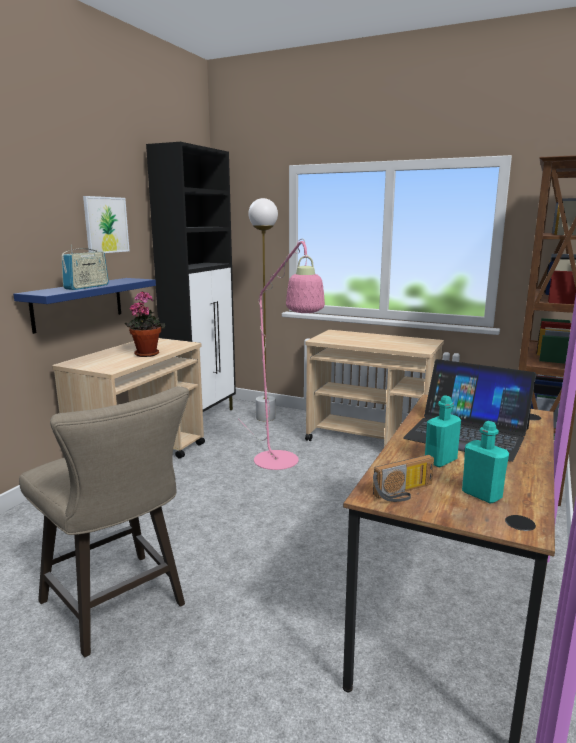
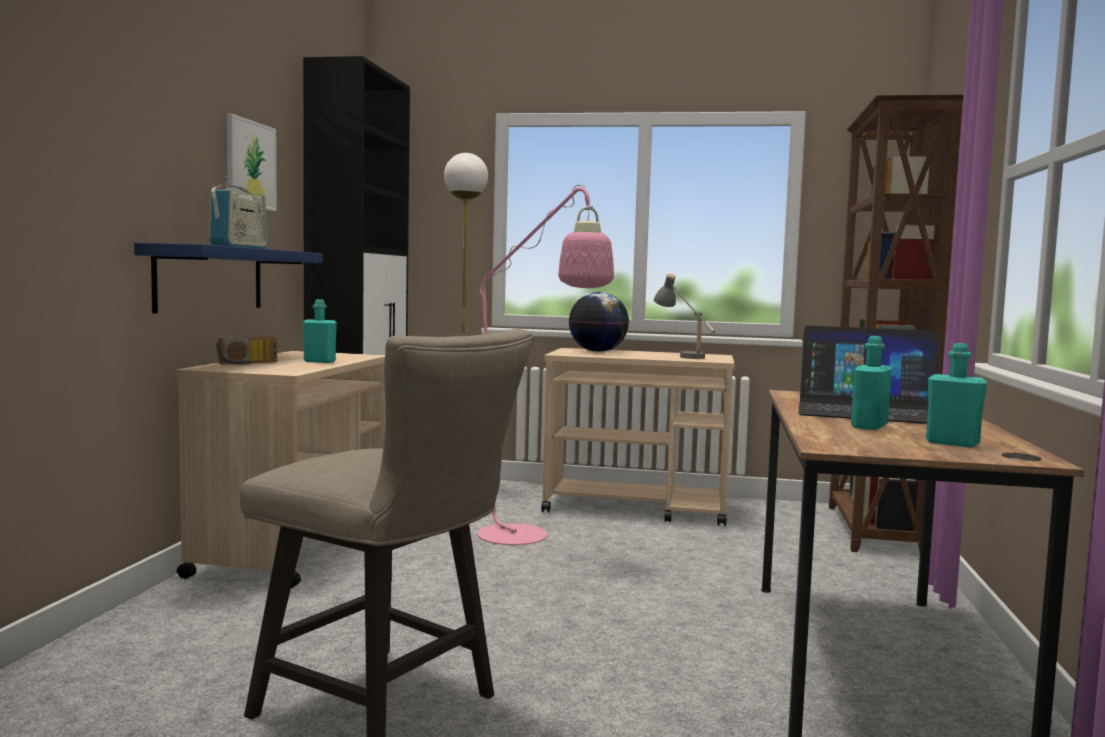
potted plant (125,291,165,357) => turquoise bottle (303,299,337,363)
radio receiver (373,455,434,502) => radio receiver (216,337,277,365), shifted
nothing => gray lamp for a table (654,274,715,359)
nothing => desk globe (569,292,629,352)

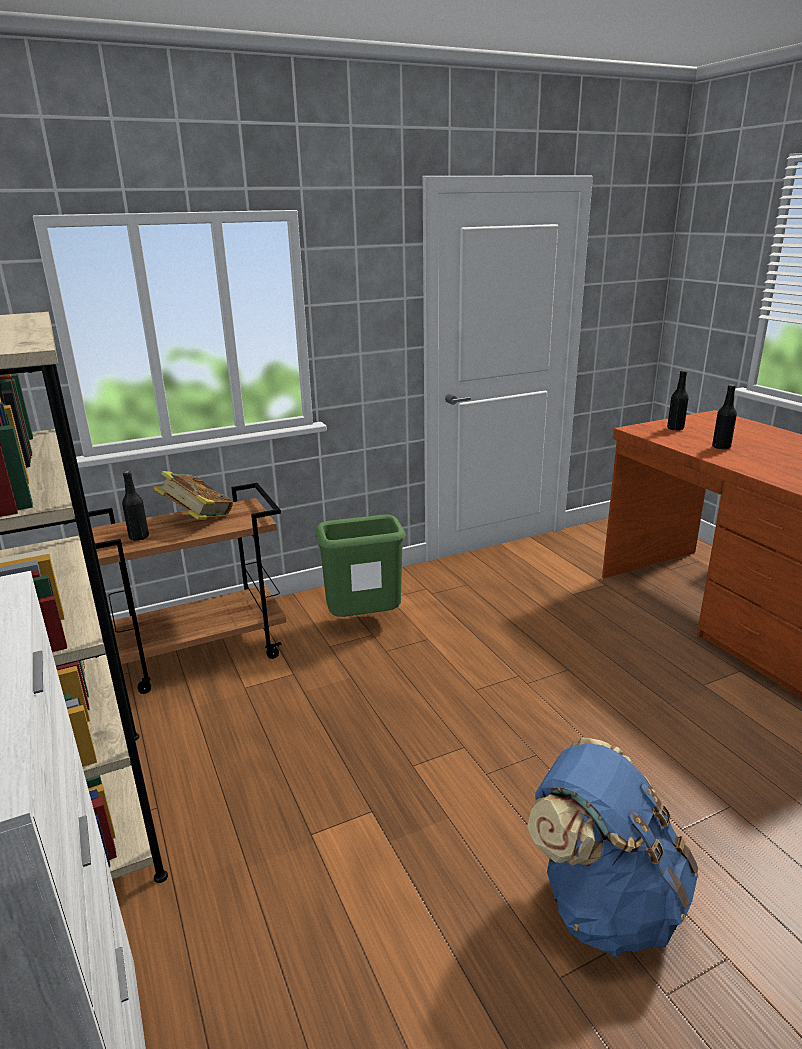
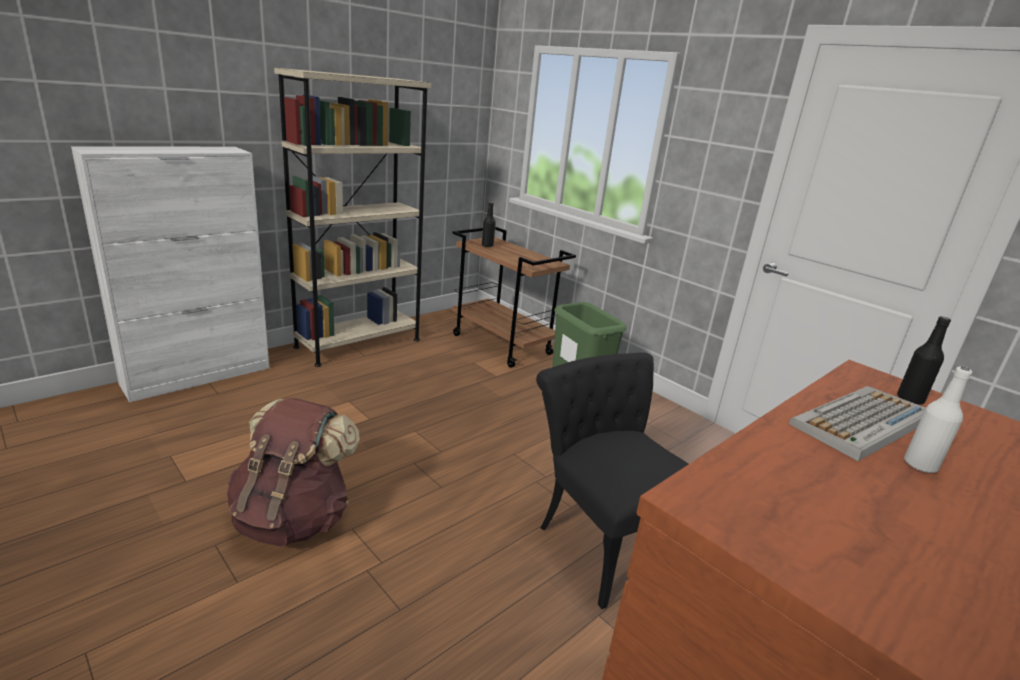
black-coloured bottle (712,384,737,450) => PC keyboard (789,386,926,461)
bound book (153,471,233,520) => nothing
blue-coloured backpack (527,737,698,957) => brownish backpack (227,398,360,547)
nothing => black-coloured upright chair (536,352,688,609)
nothing => white-coloured bottle (904,366,972,473)

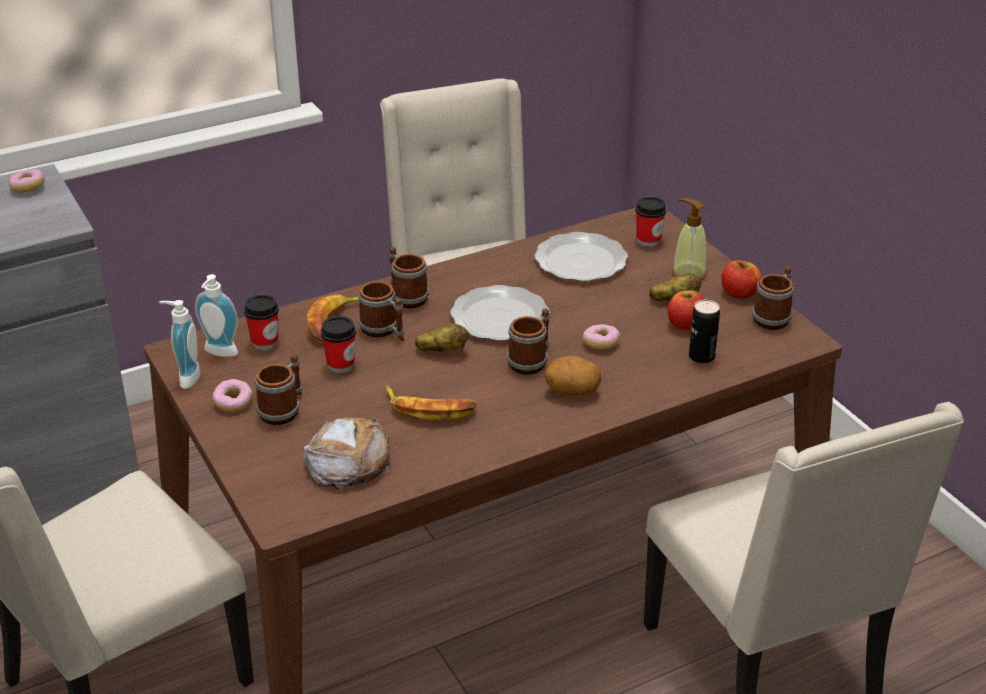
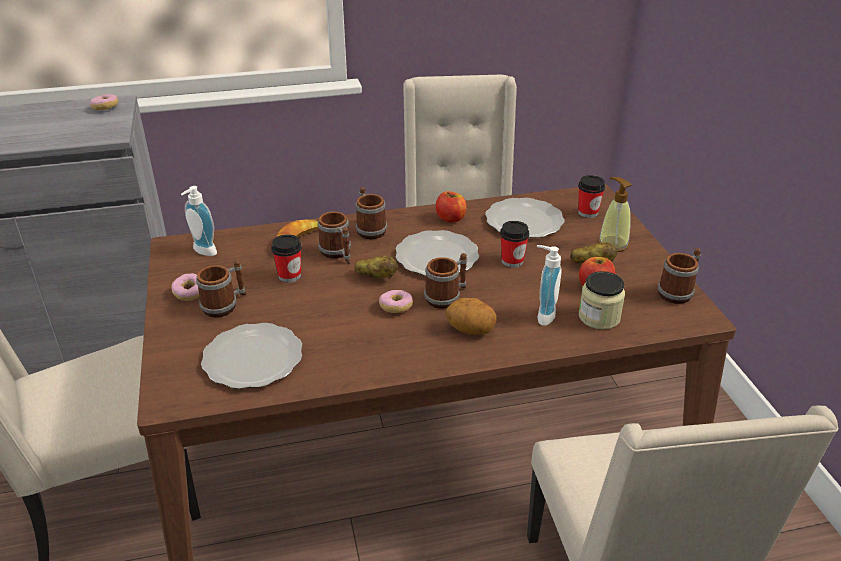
apple fruit (721,260,761,299) => apple fruit (436,191,467,223), shifted
small cup (244,294,279,350) => small cup (500,221,529,268), shifted
soap bottle (159,300,200,389) => soap bottle (537,245,562,326), shifted
can (689,300,720,364) => storage jar (579,271,625,330)
ring doughnut (583,324,620,350) => ring doughnut (379,290,413,313), shifted
banana (386,386,477,420) => nothing
bread (304,417,391,491) => plate (201,323,302,389)

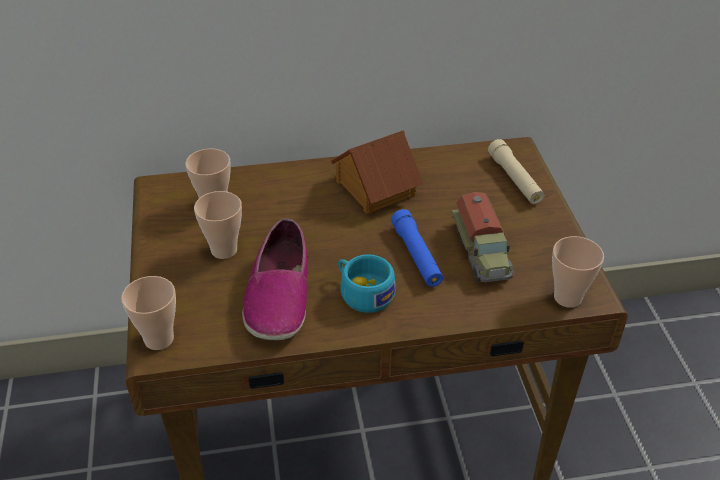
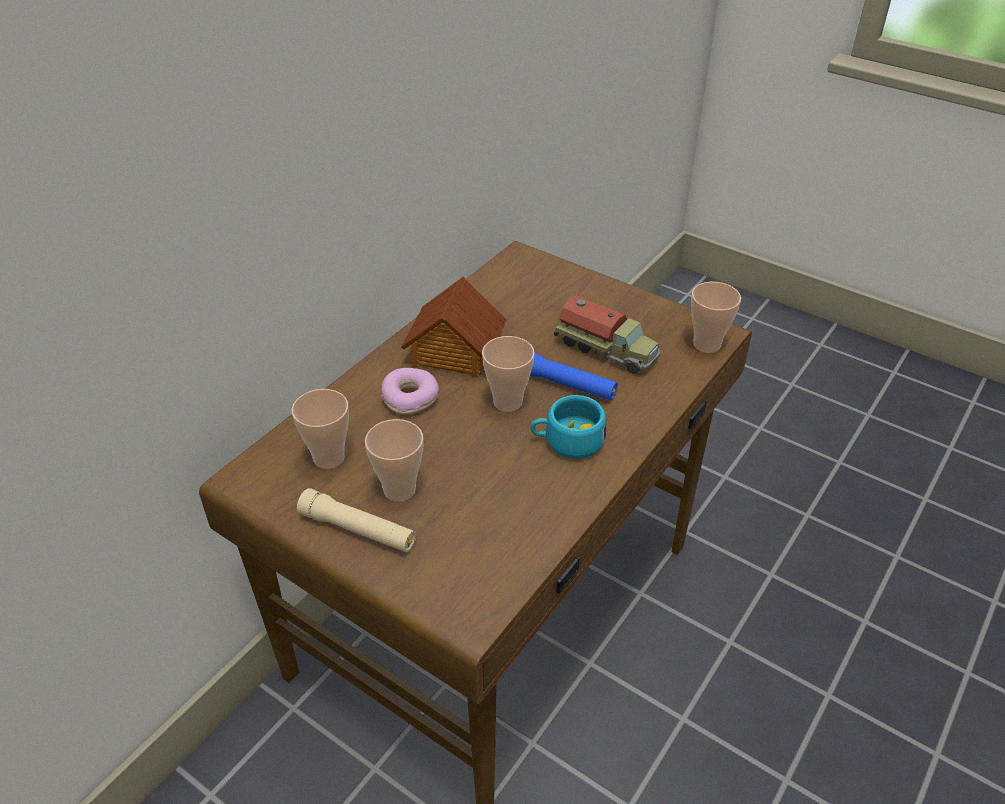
sand-coloured flashlight (488,139,544,204) => sand-coloured flashlight (297,488,416,553), shifted
shoe (242,218,308,340) => nothing
small cup (121,276,176,350) => small cup (482,336,535,412), shifted
nothing => ring doughnut (381,368,439,415)

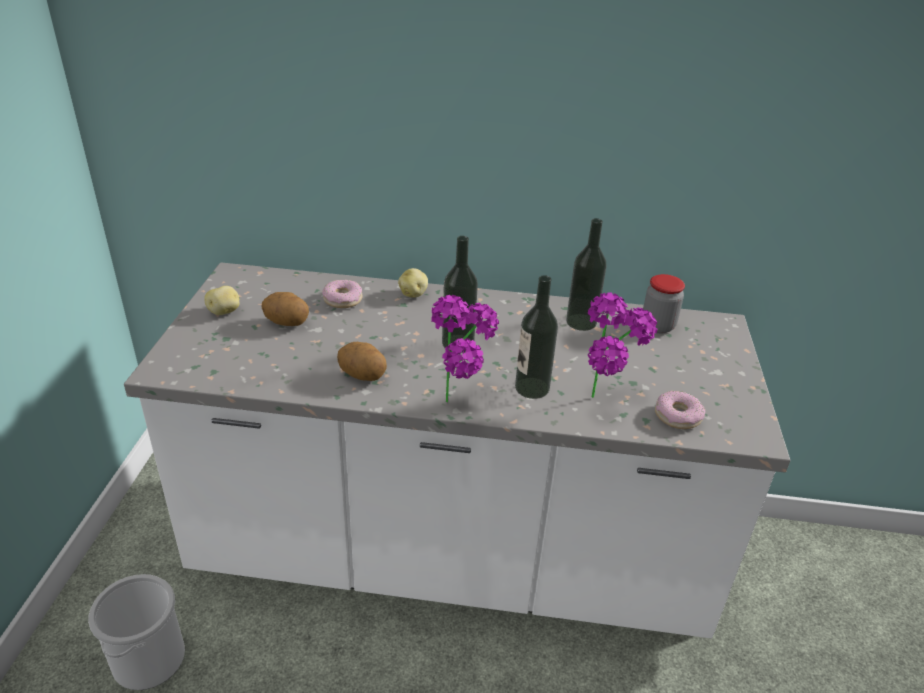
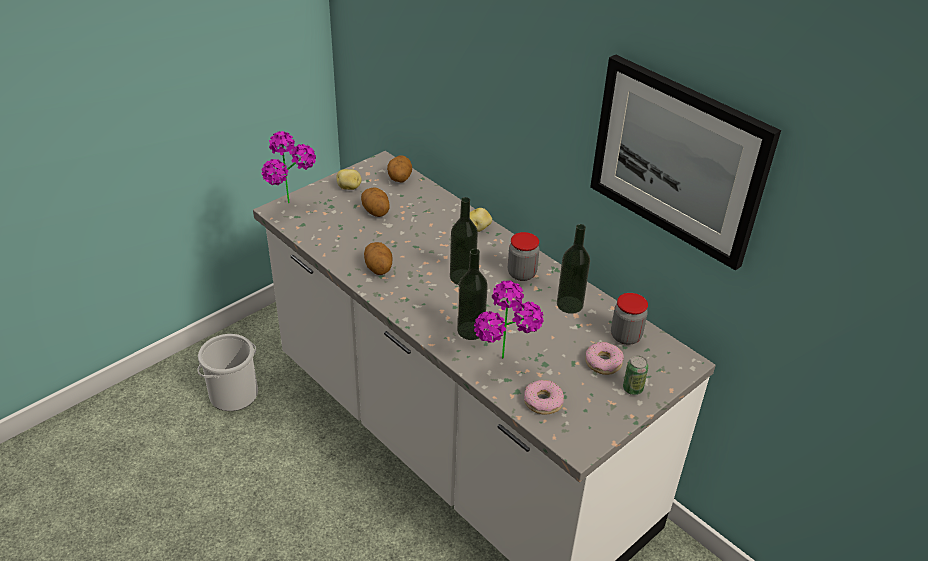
ring doughnut (322,280,363,308) => ring doughnut (585,342,624,375), shifted
potted plant (431,295,499,402) => potted plant (261,131,316,203), shifted
nothing => wall art (590,55,781,271)
nothing => potato (387,155,412,182)
nothing => storage jar (508,232,539,281)
nothing => can (623,355,649,395)

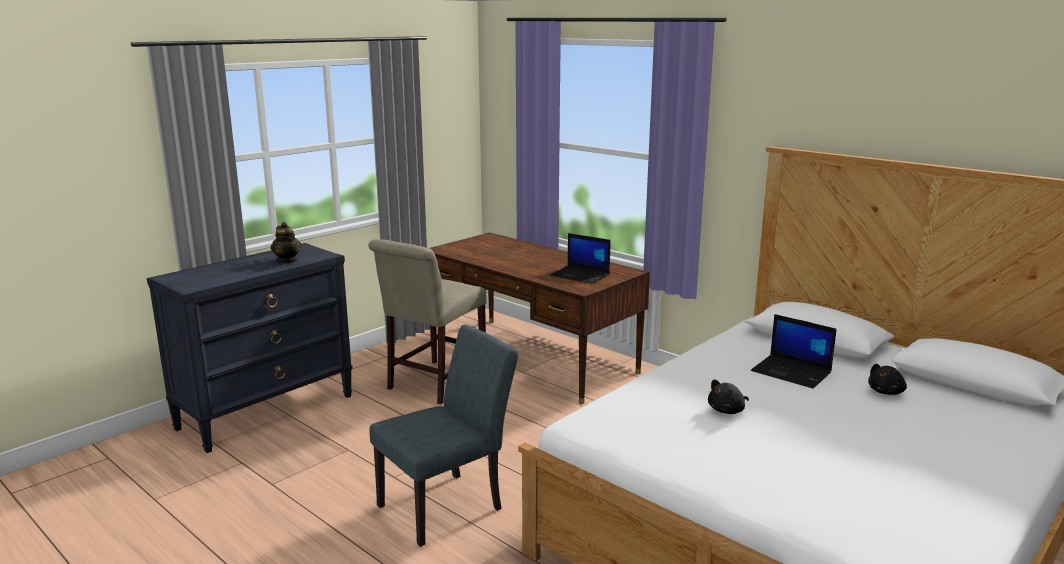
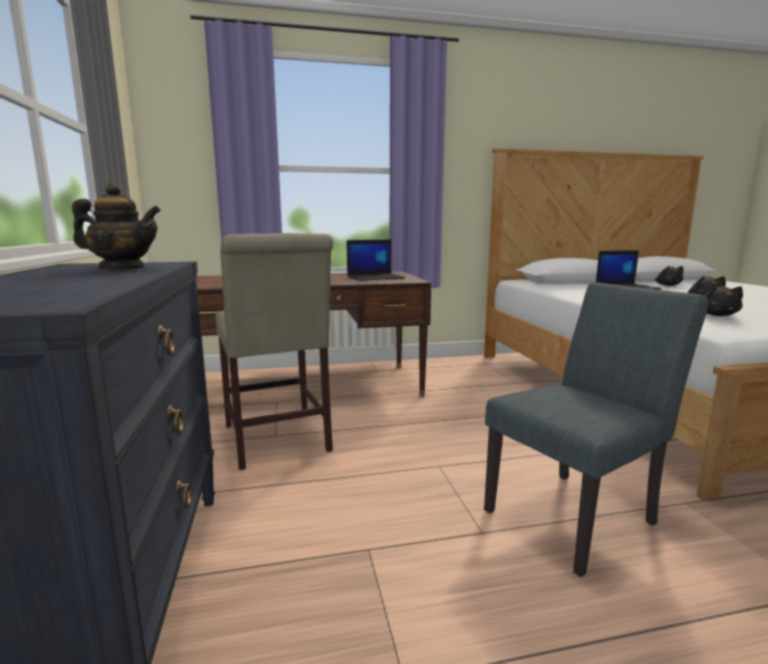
gray upright chair (369,325,518,547) => gray upright chair (484,282,708,577), 60 degrees clockwise
nothing => black-coloured plush toy (705,285,743,316)

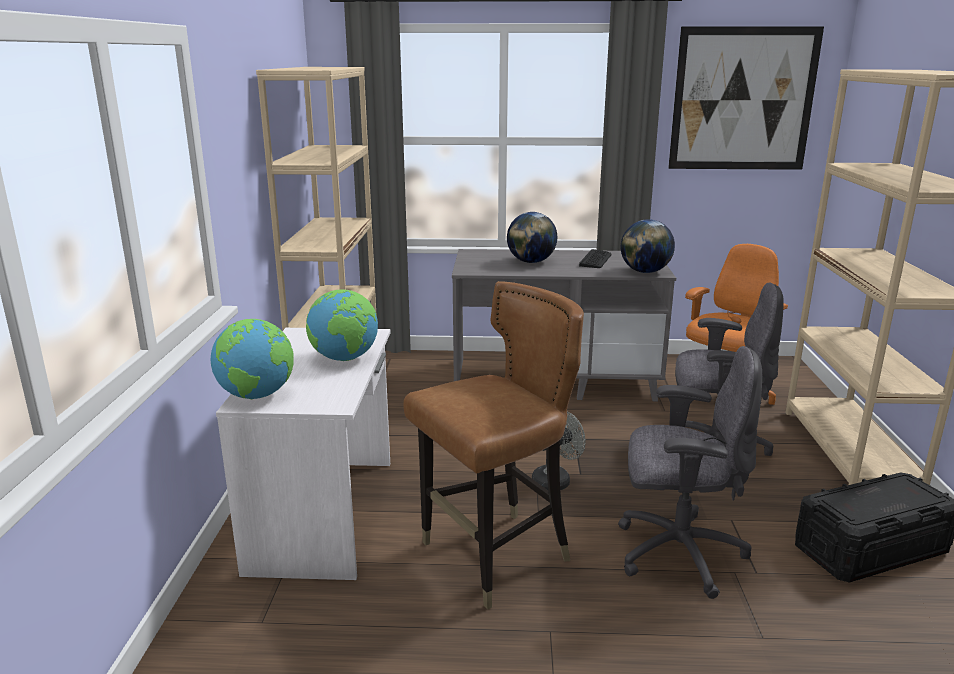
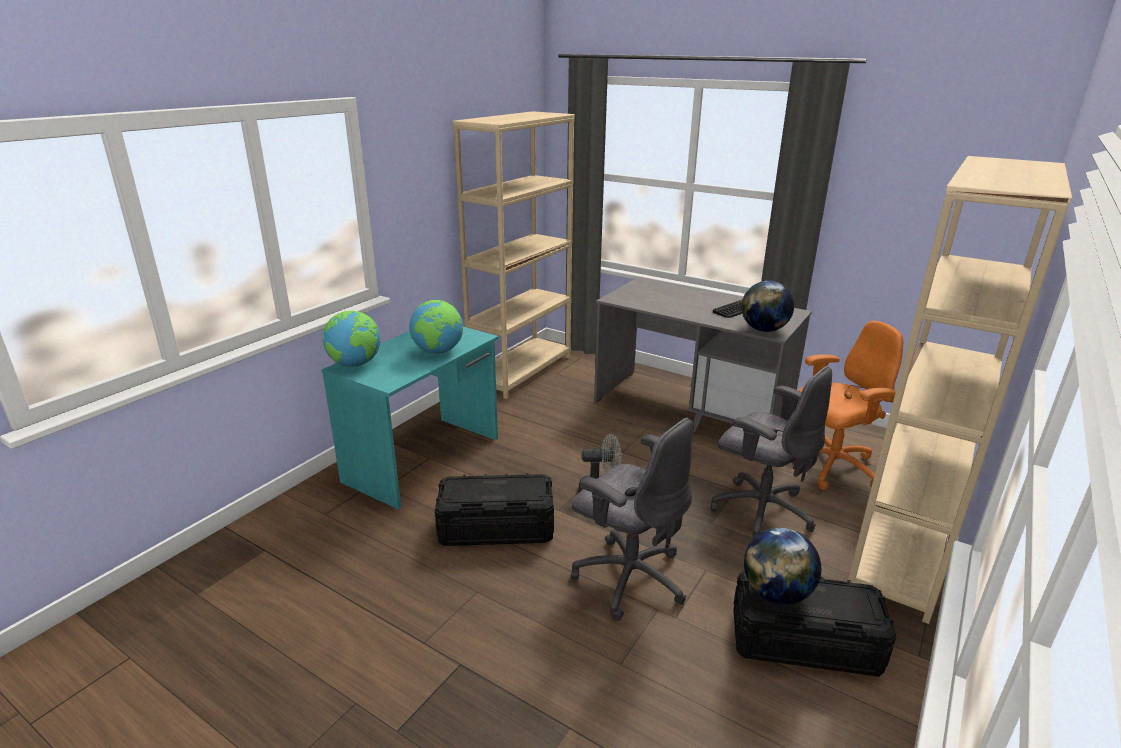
wall art (668,26,824,170) => nothing
desk globe (507,212,557,263) => desk globe (744,528,821,604), shifted
brownish upright chair (403,281,584,609) => black-coloured storage box (435,473,554,546)
white-coloured desk (216,328,390,580) => turquoise desk (322,327,498,510)

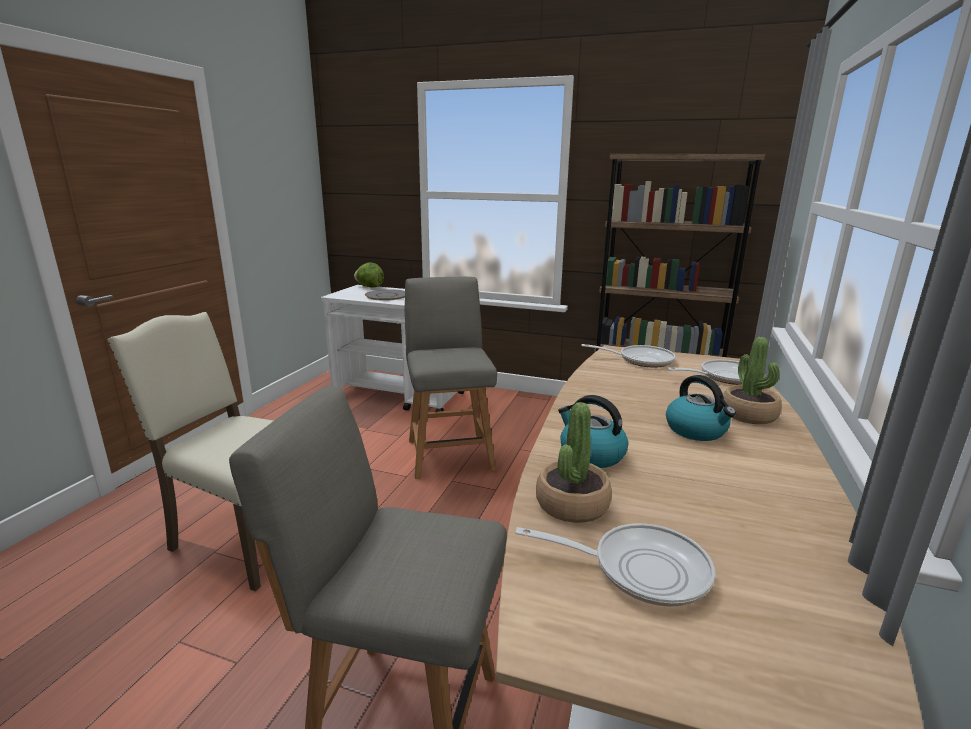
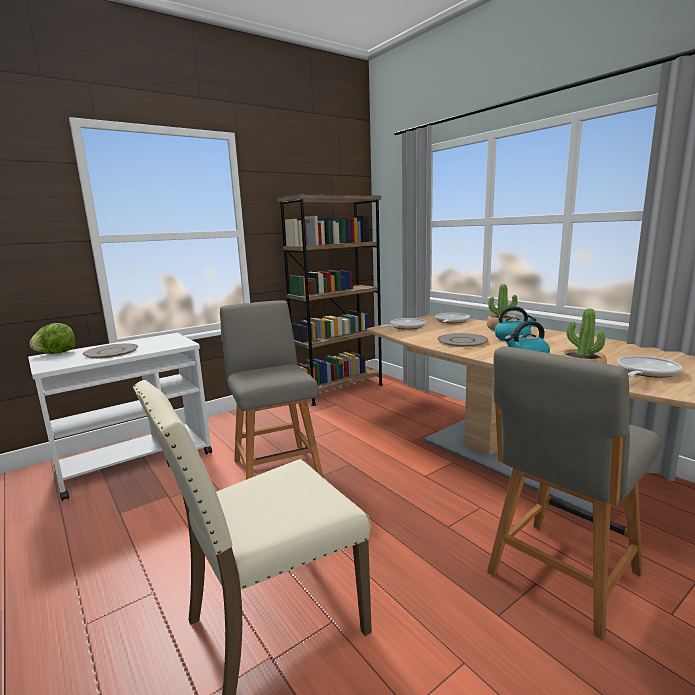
gray upright chair (404,277,497,479) => gray upright chair (220,300,323,480), 45 degrees clockwise
nothing => gray plate (437,333,488,347)

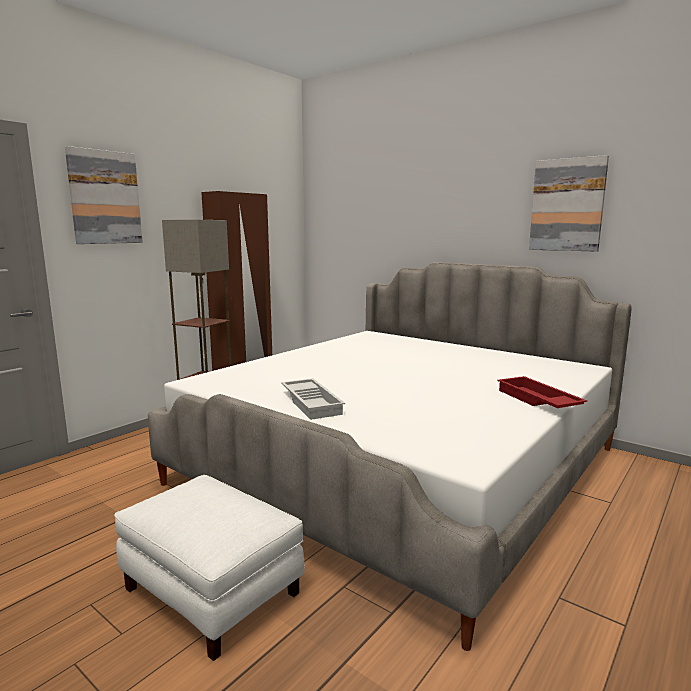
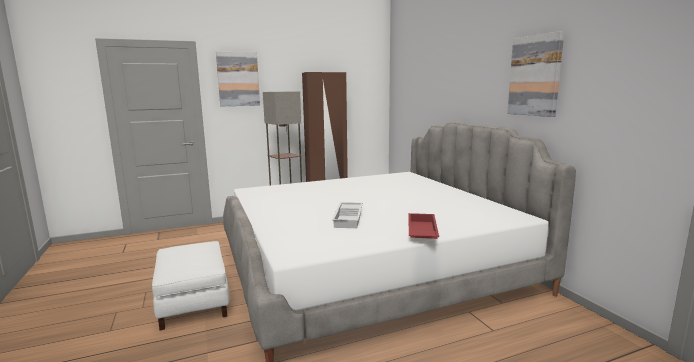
white-coloured serving tray (281,378,345,420) => white-coloured serving tray (332,202,363,228), shifted

